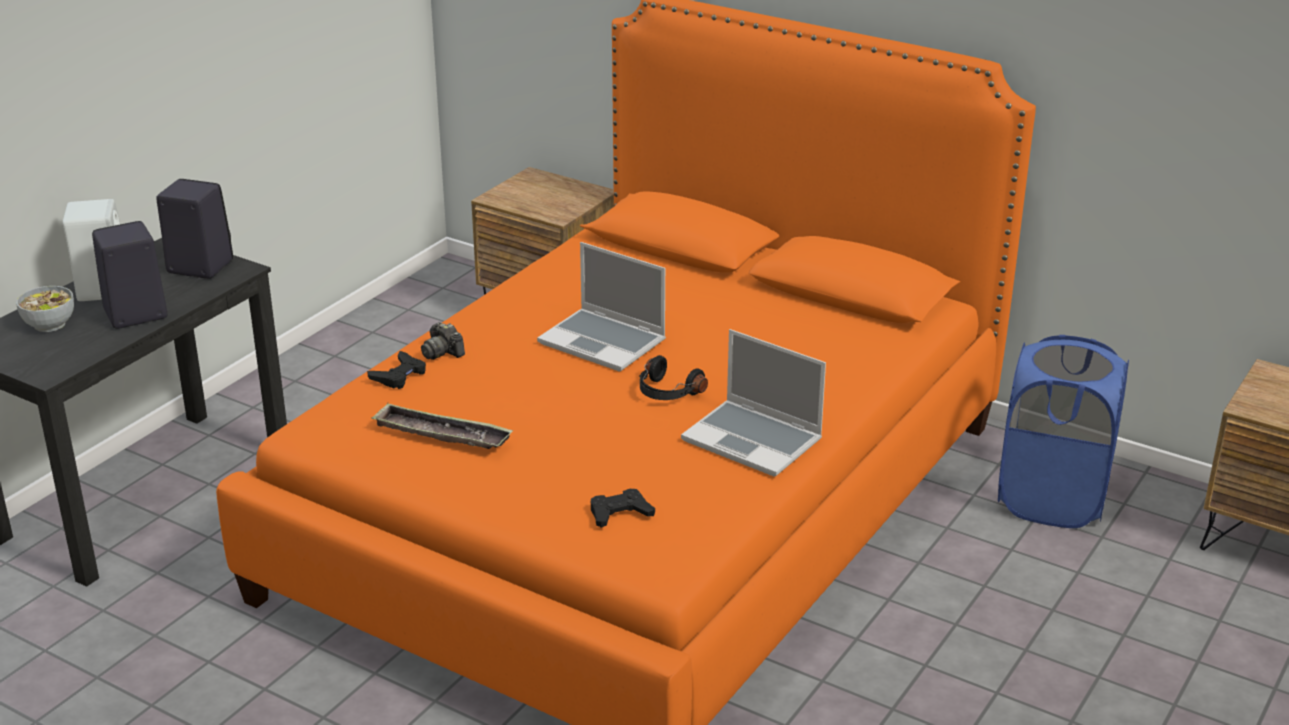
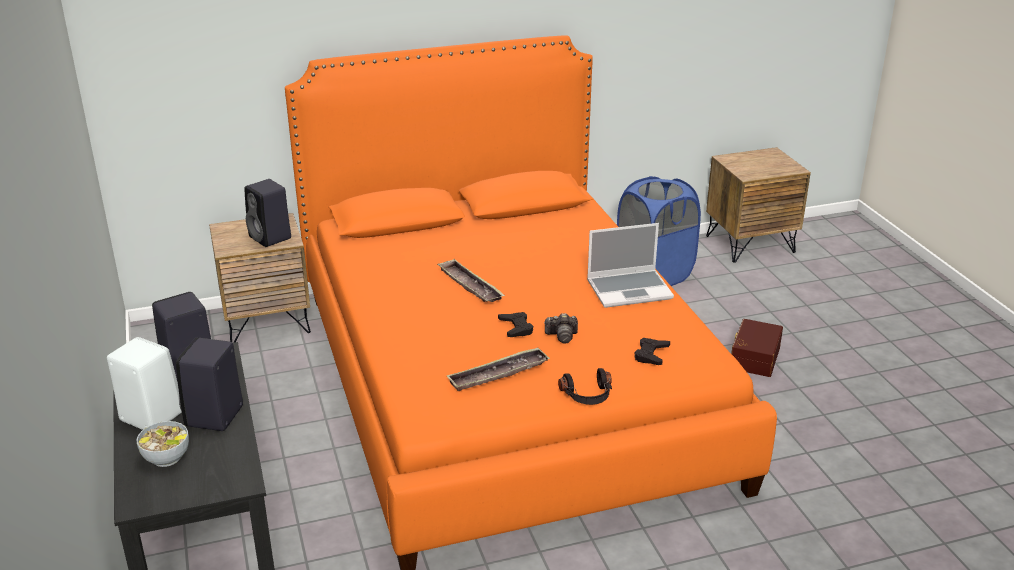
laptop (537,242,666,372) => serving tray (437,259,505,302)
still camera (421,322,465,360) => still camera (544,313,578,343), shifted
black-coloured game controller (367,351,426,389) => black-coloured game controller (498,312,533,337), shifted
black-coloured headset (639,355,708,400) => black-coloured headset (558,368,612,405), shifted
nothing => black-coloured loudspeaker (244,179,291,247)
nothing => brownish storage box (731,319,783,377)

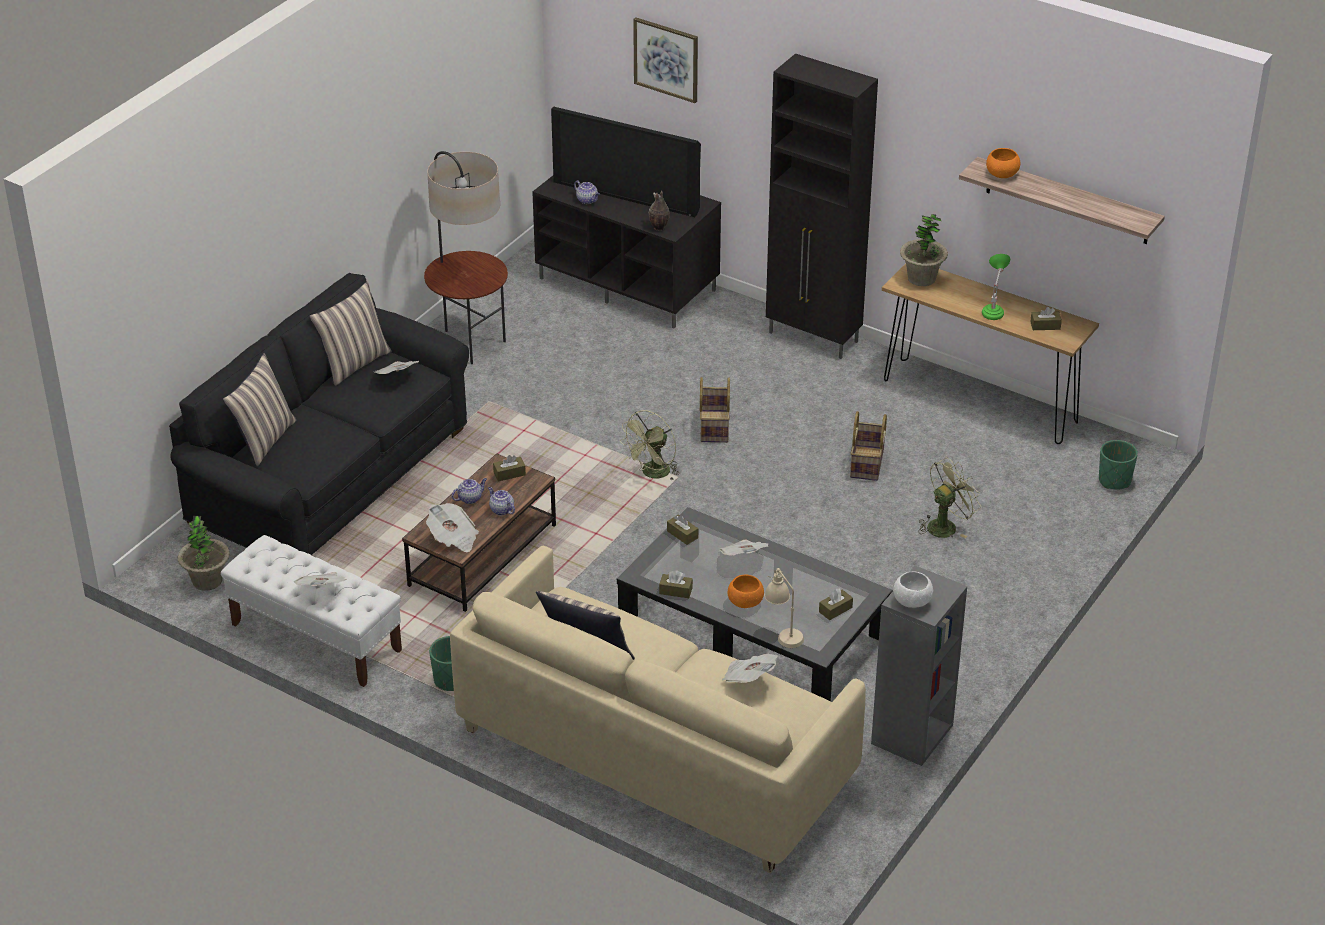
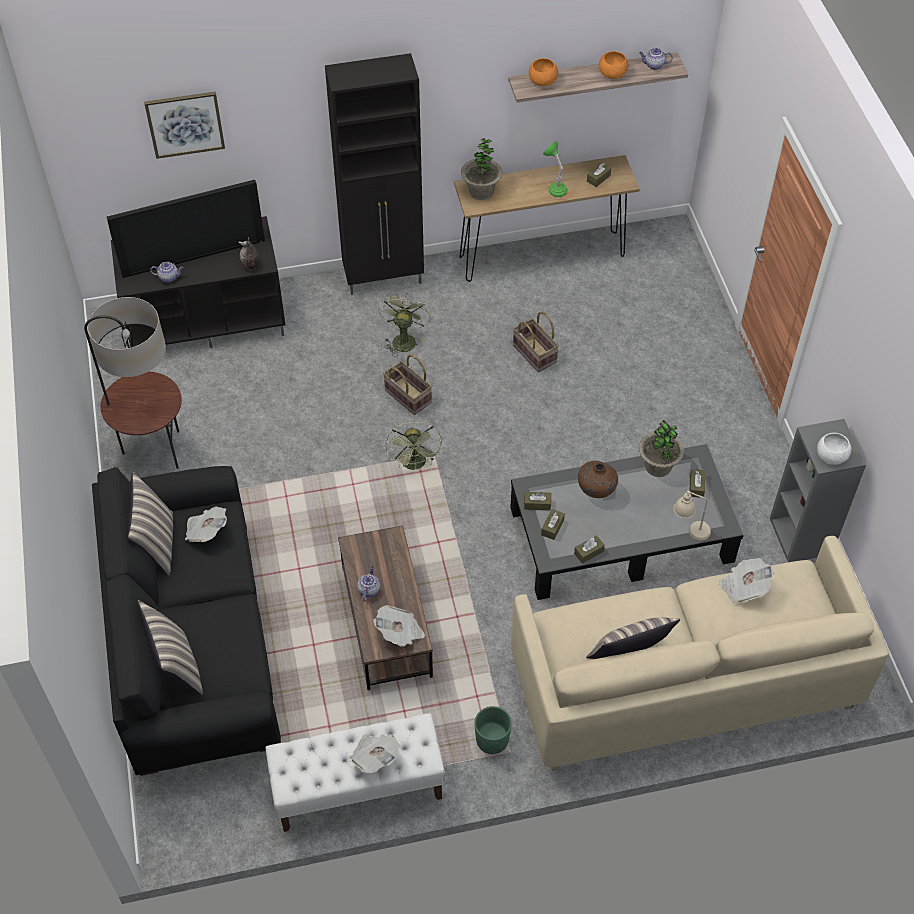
green planter (1099,440,1138,490) => nothing
brownish box of tissues (493,455,526,482) => brownish box of tissues (541,509,565,540), shifted
green fan (918,457,981,538) => green fan (378,291,431,357), shifted
tea pot (488,487,515,516) => tea pot (639,48,673,70), shifted
potted plant (178,516,230,591) => potted plant (639,420,684,477), shifted
printed paper (719,540,768,556) => brownish vase (578,461,618,498)
orangey bowl (728,575,764,608) => orangey bowl (599,51,628,79), shifted

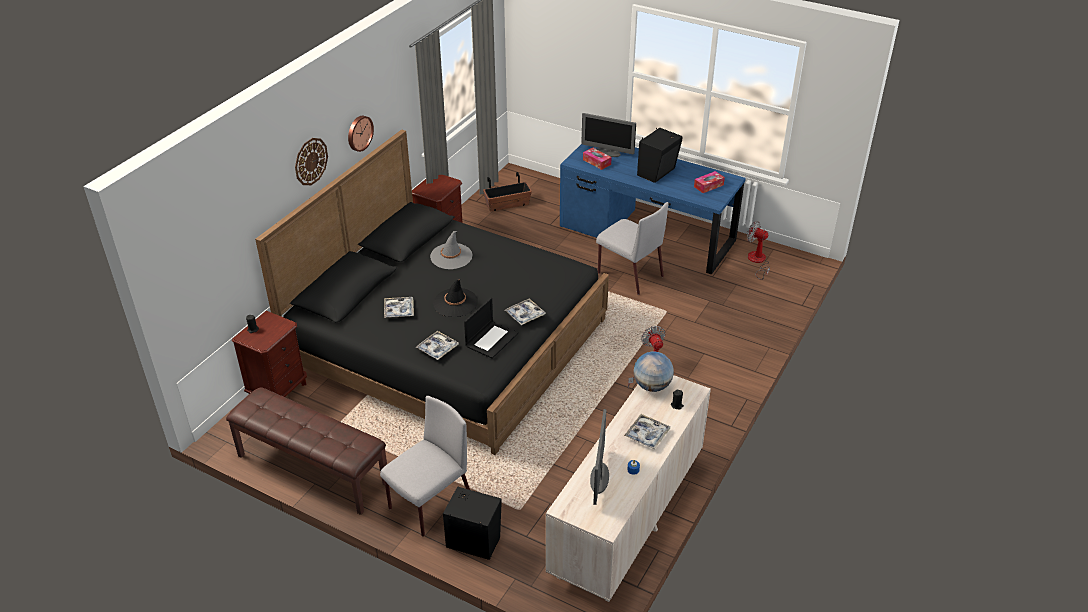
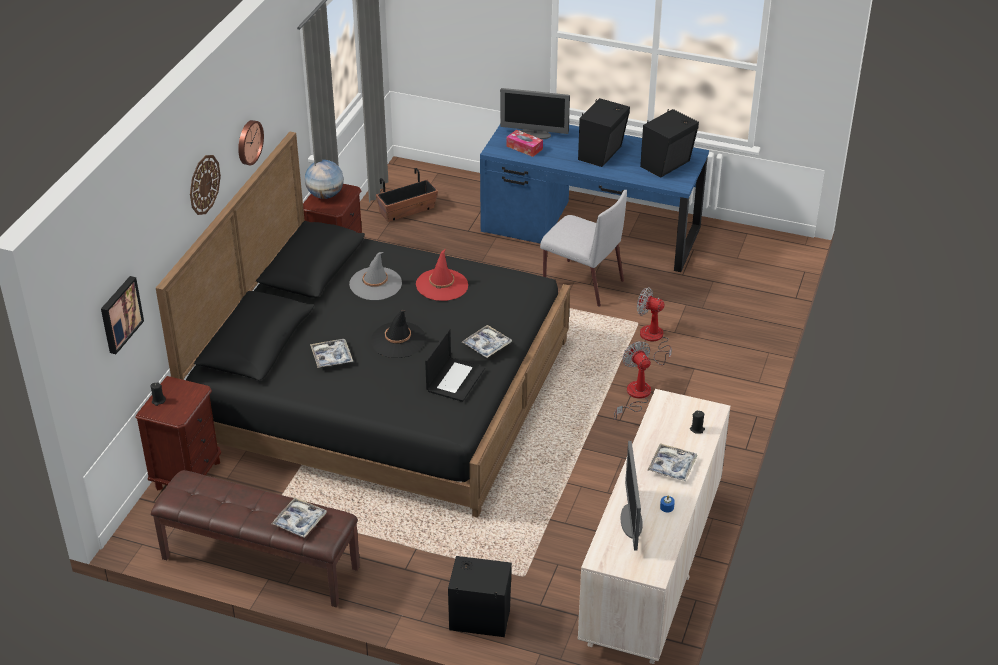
box of tissues (694,171,725,193) => black-coloured loudspeaker (640,109,699,178)
fan (747,221,770,280) => fan (637,287,672,365), shifted
serving tray (416,331,459,360) => serving tray (271,497,327,538), shifted
desk globe (633,352,674,392) => desk globe (305,160,344,199), shifted
gray upright chair (380,396,470,537) => nothing
nothing => red clothing hat (416,249,468,301)
nothing => wall art (101,276,144,354)

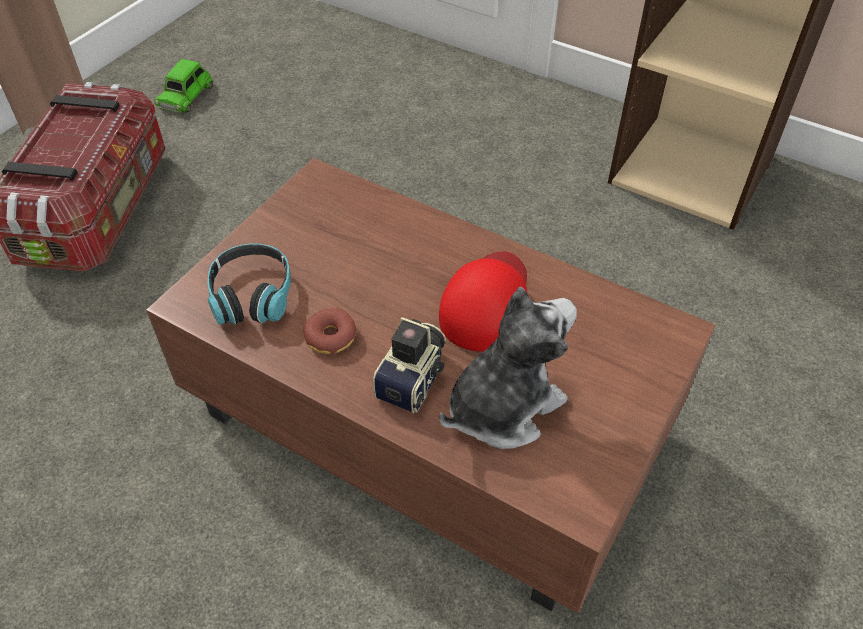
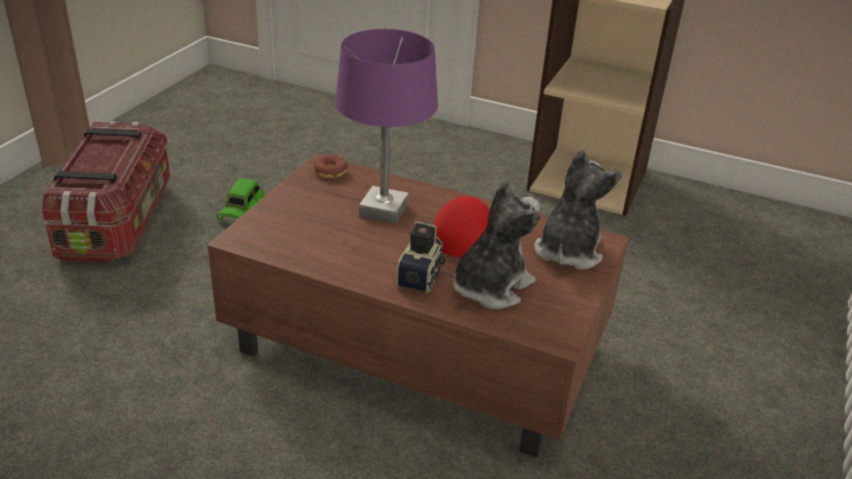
green toy car (154,59,213,113) => green toy car (216,178,266,224), shifted
headset (207,244,291,325) => nothing
ring doughnut (303,308,357,354) => ring doughnut (314,155,348,178), shifted
nothing => purplish lamp for a table (335,29,438,224)
nothing => plush toy (535,149,622,270)

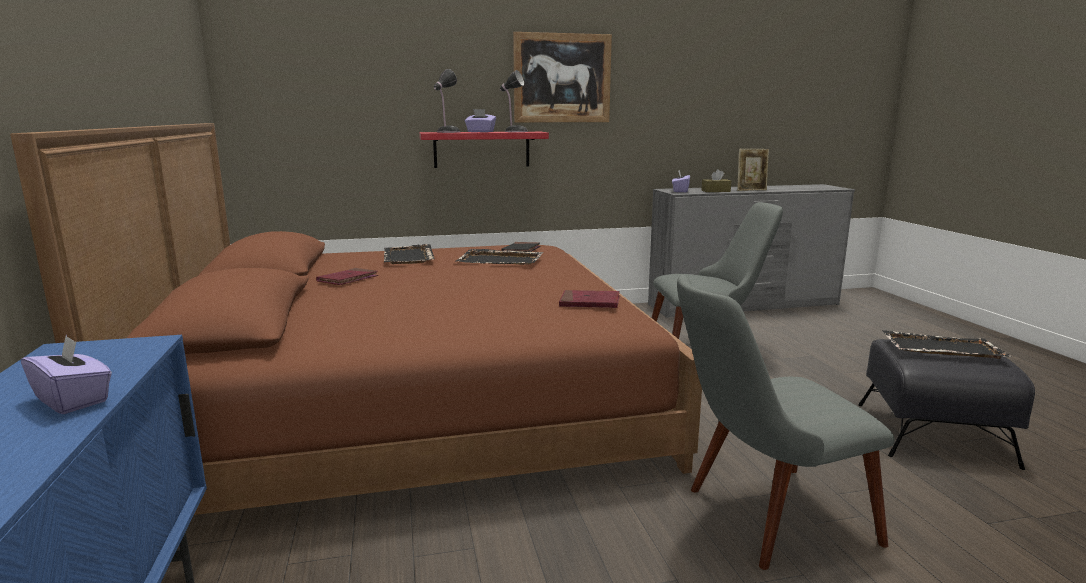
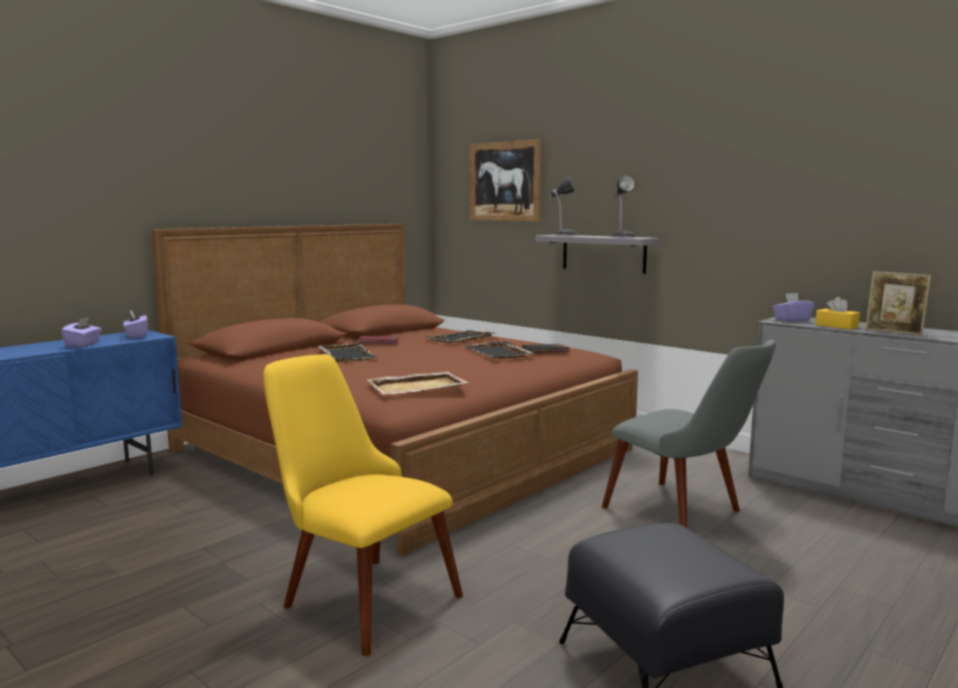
wall art (513,32,612,122) => wall art (469,139,542,221), shifted
purplish box of tissues (465,109,496,132) => purplish box of tissues (123,310,147,338), shifted
red shelf (419,132,549,168) => gray shelf (535,235,660,274)
brownish box of tissues (701,169,731,192) => yellow-coloured box of tissues (815,297,860,329)
gray upright chair (677,275,895,570) => yellow-coloured upright chair (263,354,463,656)
red bound book (559,290,620,308) => sand-coloured serving tray (367,371,469,395)
black-coloured serving tray (882,330,1012,359) => black-coloured serving tray (317,343,379,362), shifted

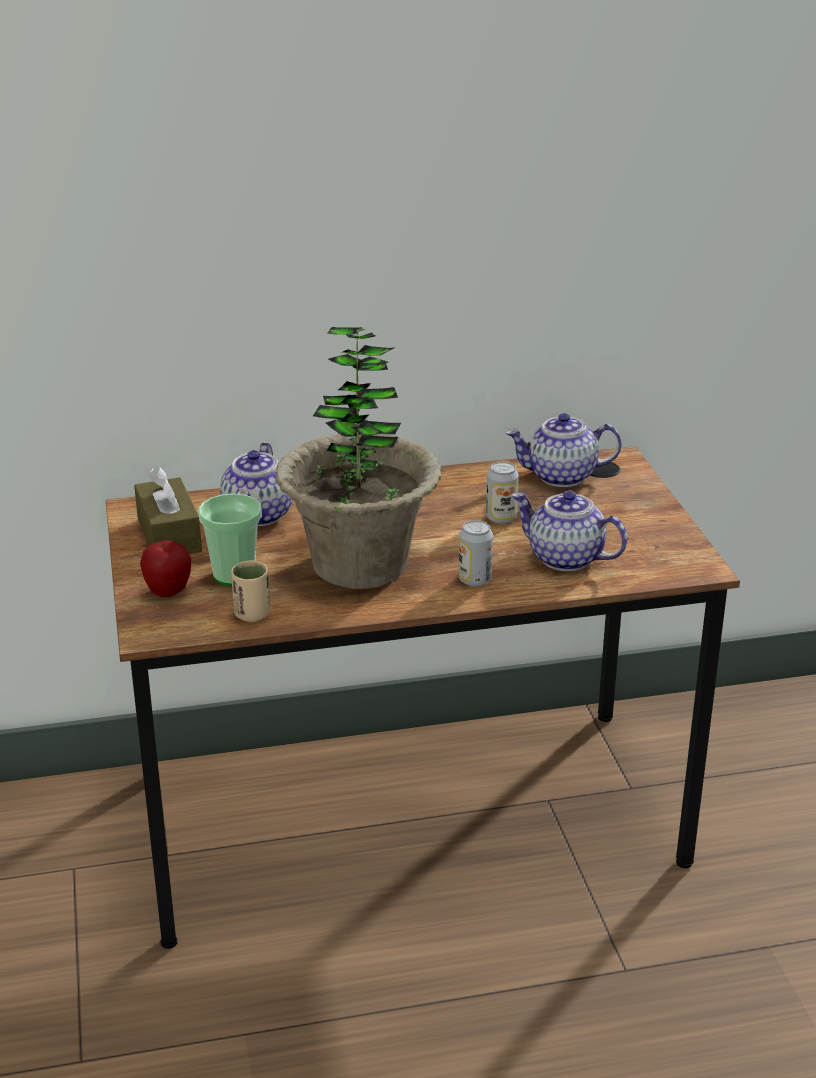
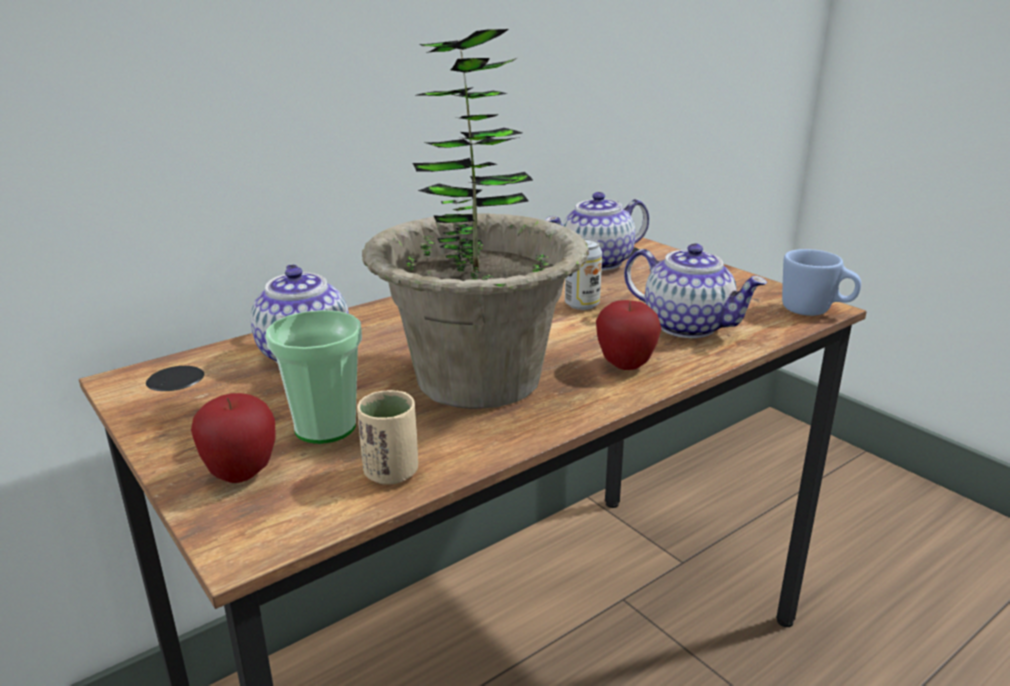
brownish box of tissues (134,466,202,554) => nothing
tea pot (512,490,628,571) => tea pot (624,243,768,338), 150 degrees counterclockwise
can (459,520,493,587) => apple fruit (596,300,662,370)
nothing => blue-coloured coffee mug (782,249,861,316)

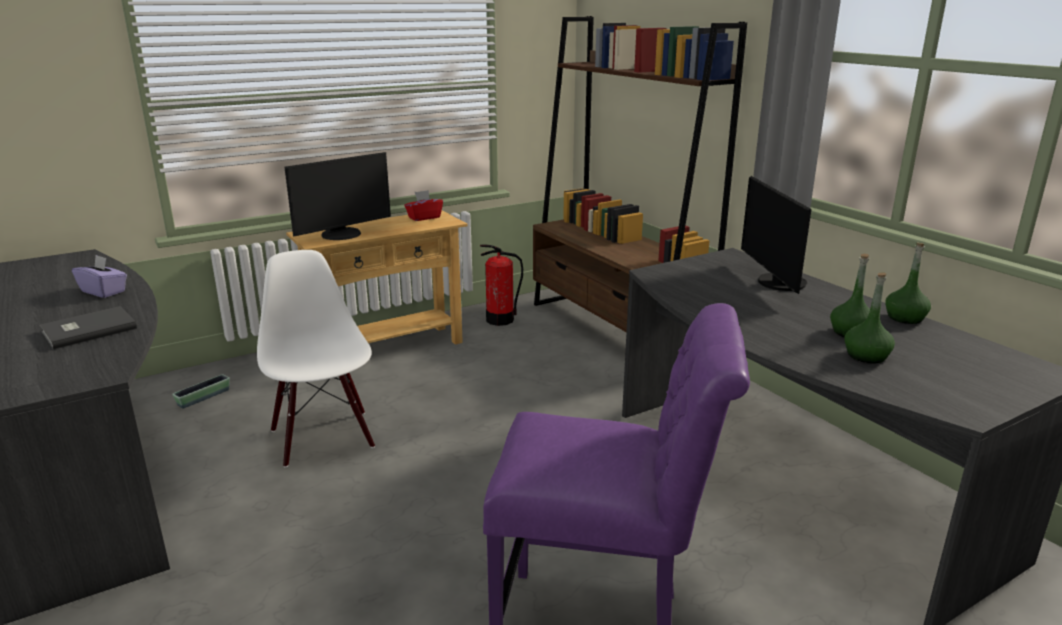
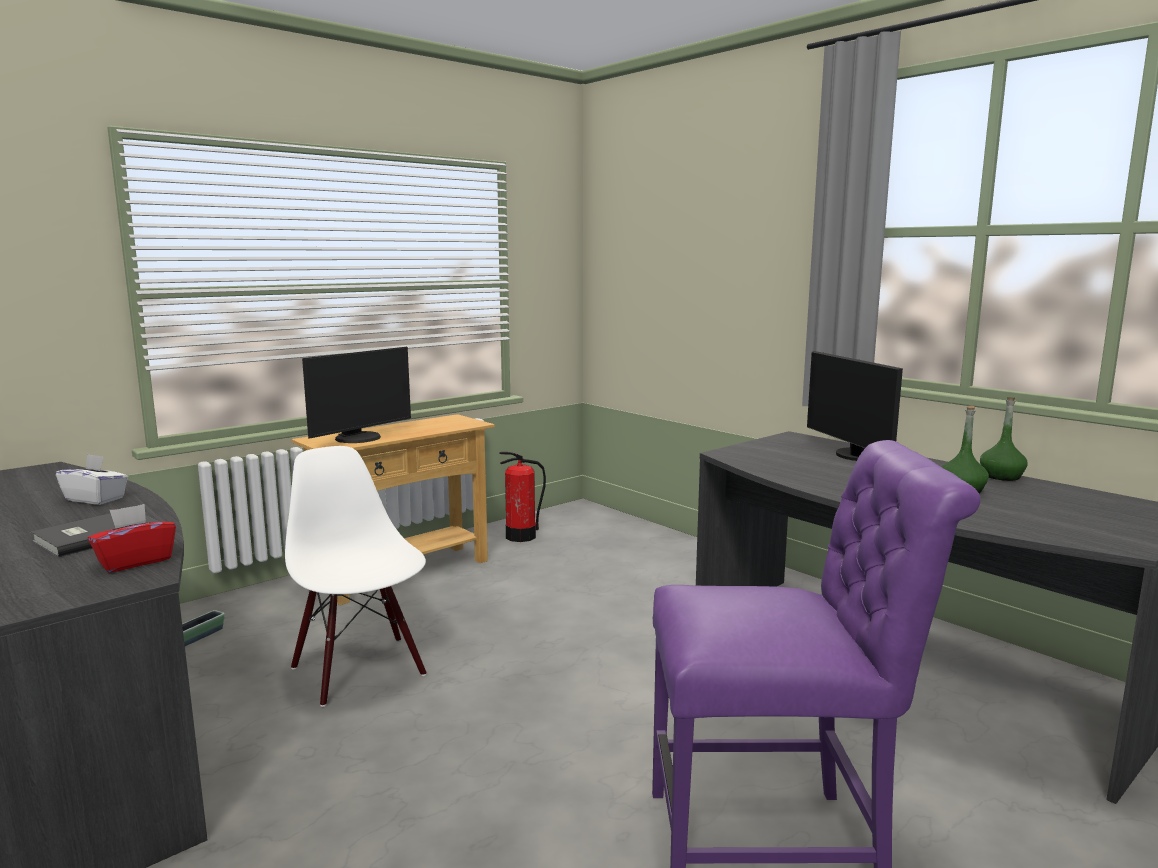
brownish bookcase (533,16,747,332) => nothing
red box of tissues (404,190,443,221) => red box of tissues (88,504,176,573), shifted
purplish box of tissues (72,255,127,298) => white-coloured box of tissues (56,454,128,505)
green bottle (844,273,895,363) => nothing

